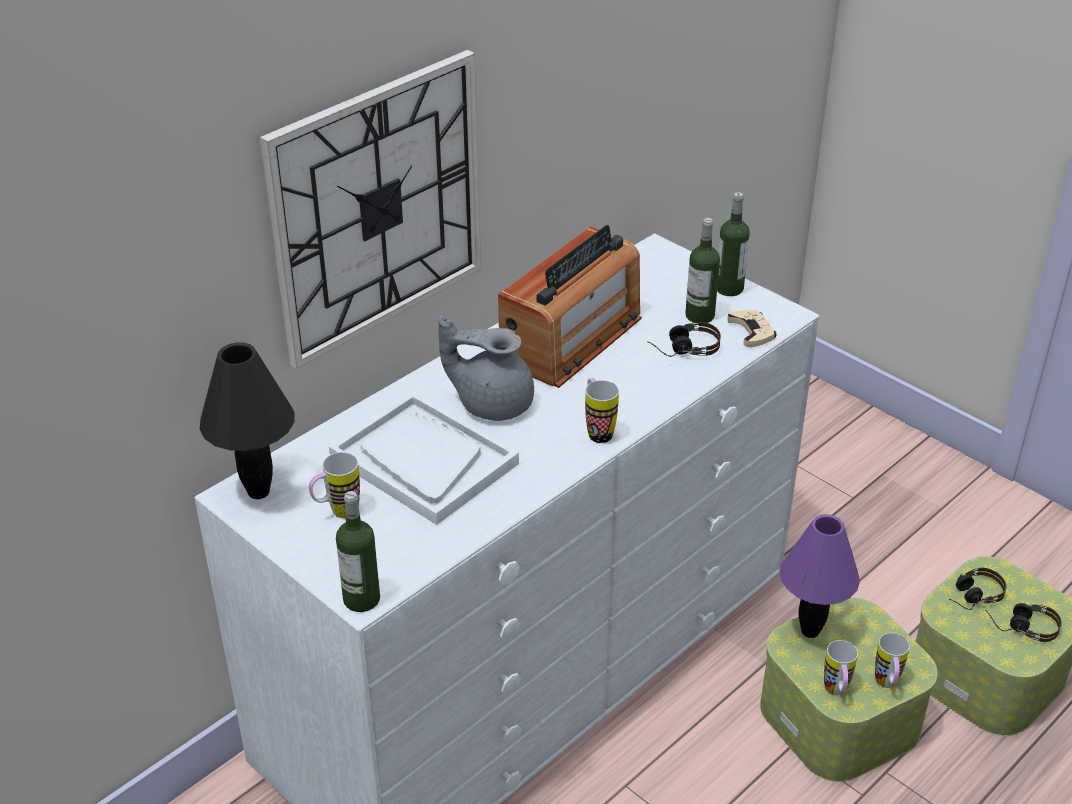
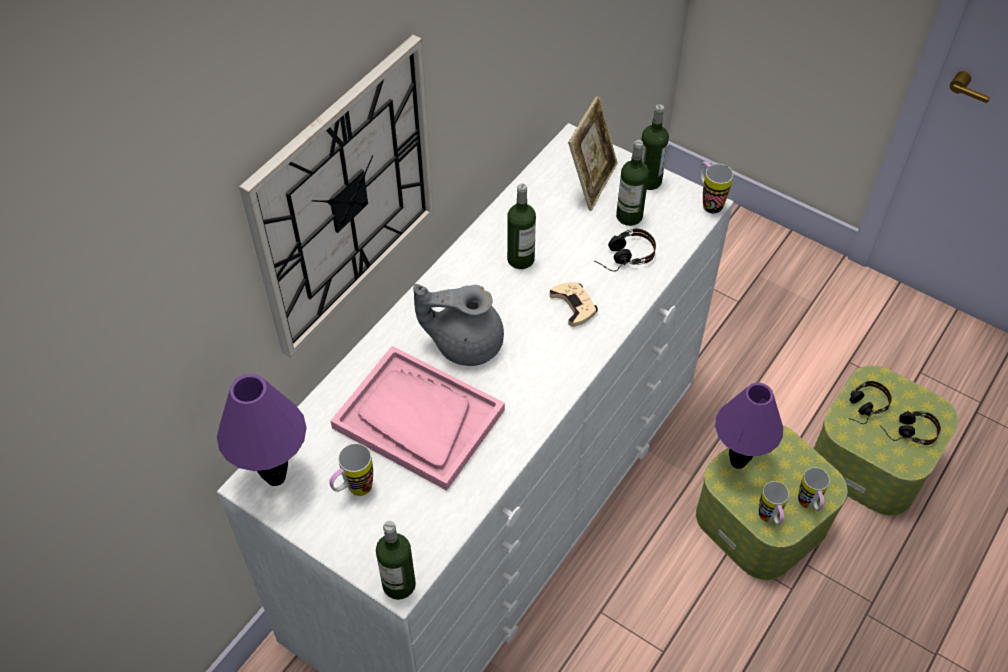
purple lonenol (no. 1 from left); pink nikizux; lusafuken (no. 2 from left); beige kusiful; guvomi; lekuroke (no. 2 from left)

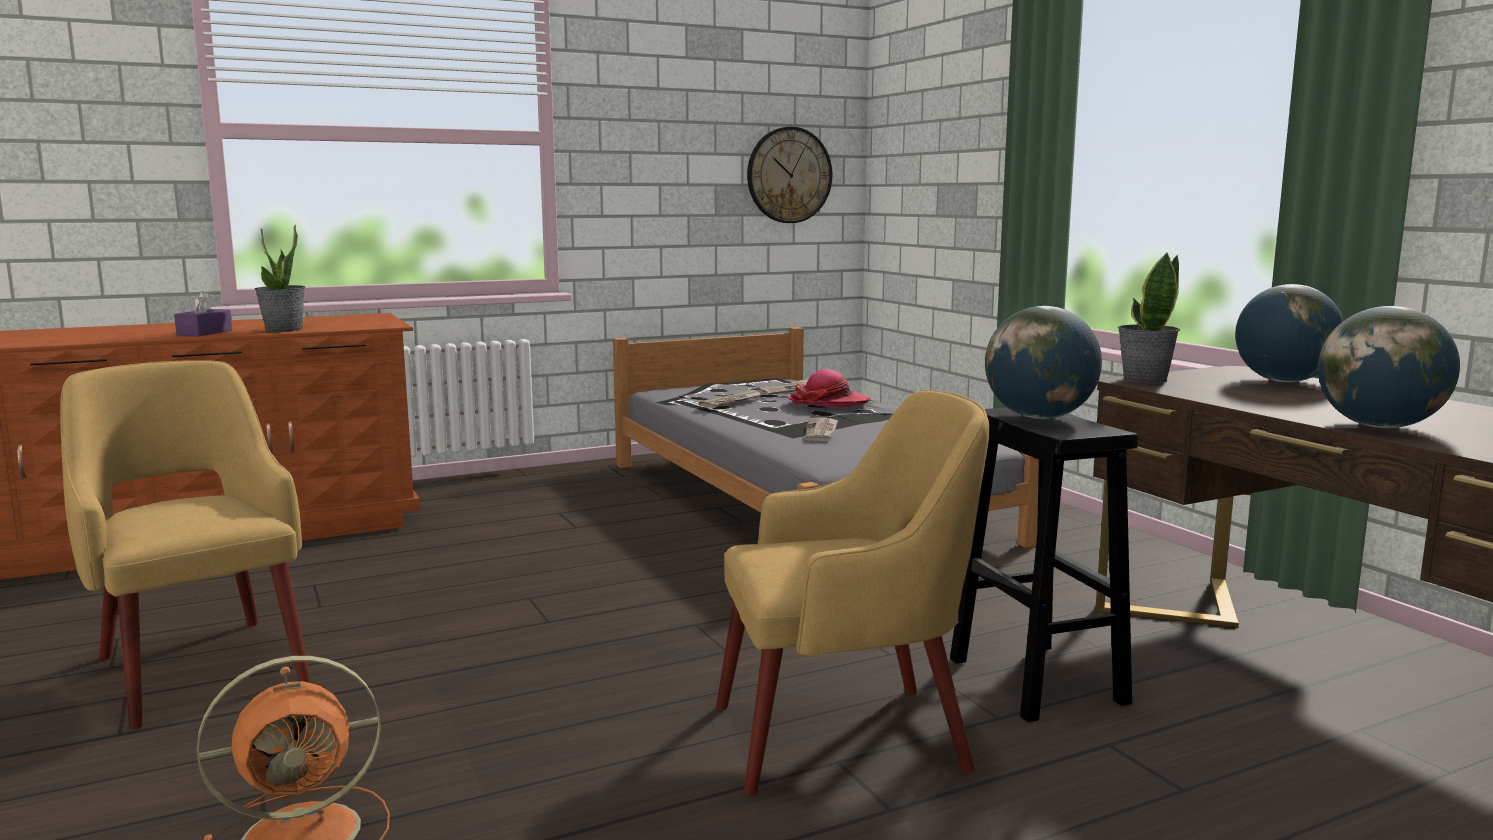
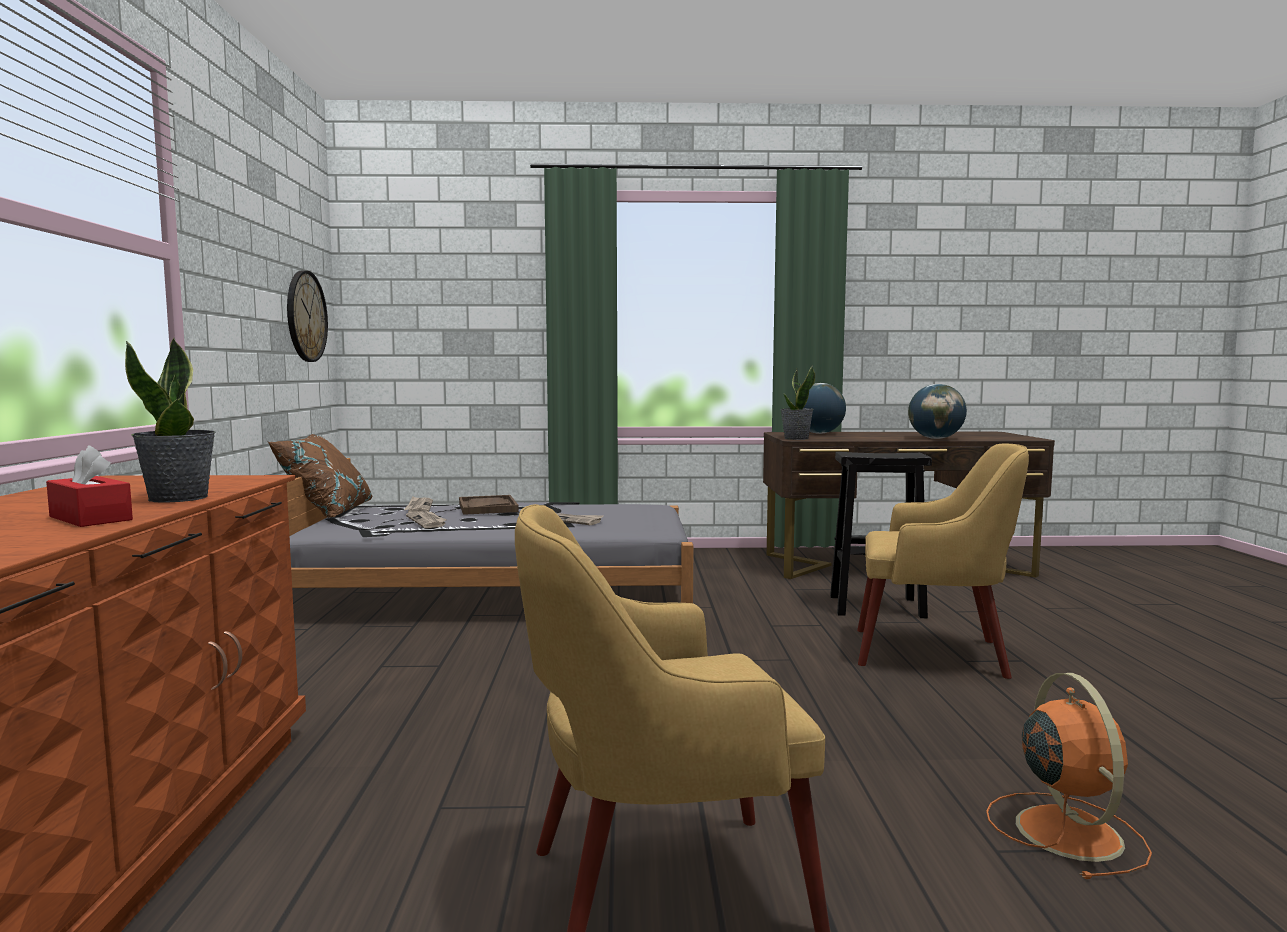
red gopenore; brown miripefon; brown nikizux; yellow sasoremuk (no. 2 from left); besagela (no. 1 from left in the first image)

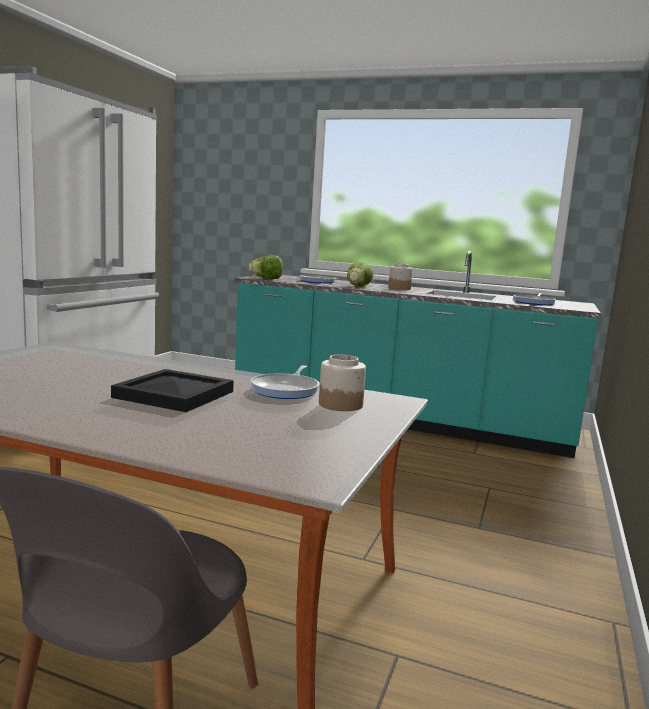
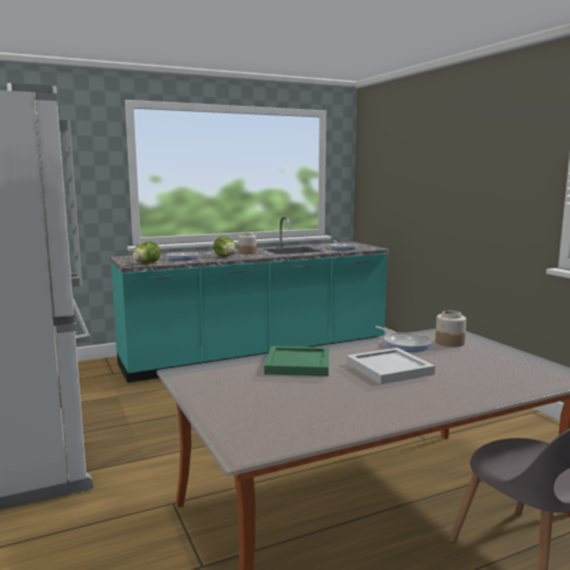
green nikizux; white nikizux

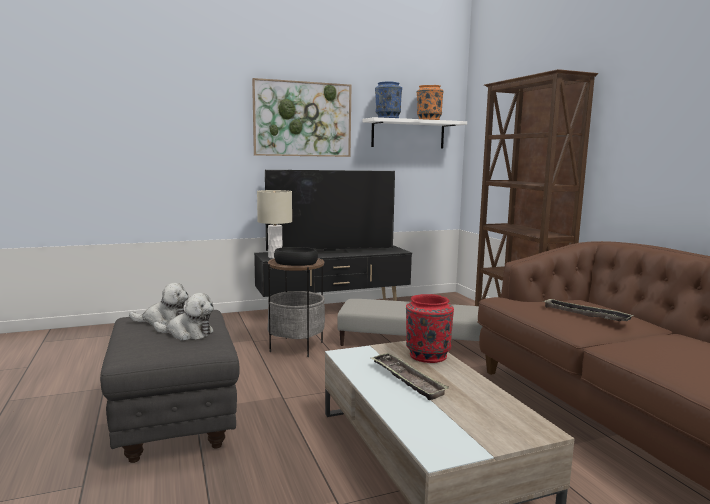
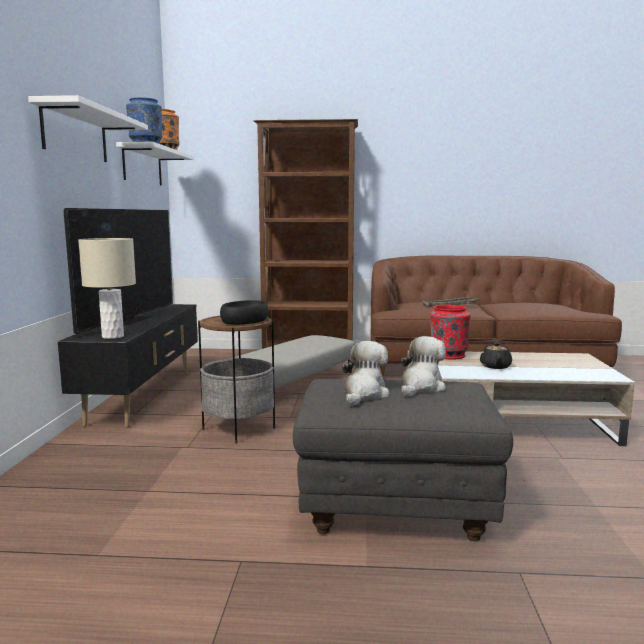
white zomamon (no. 1 from left); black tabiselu

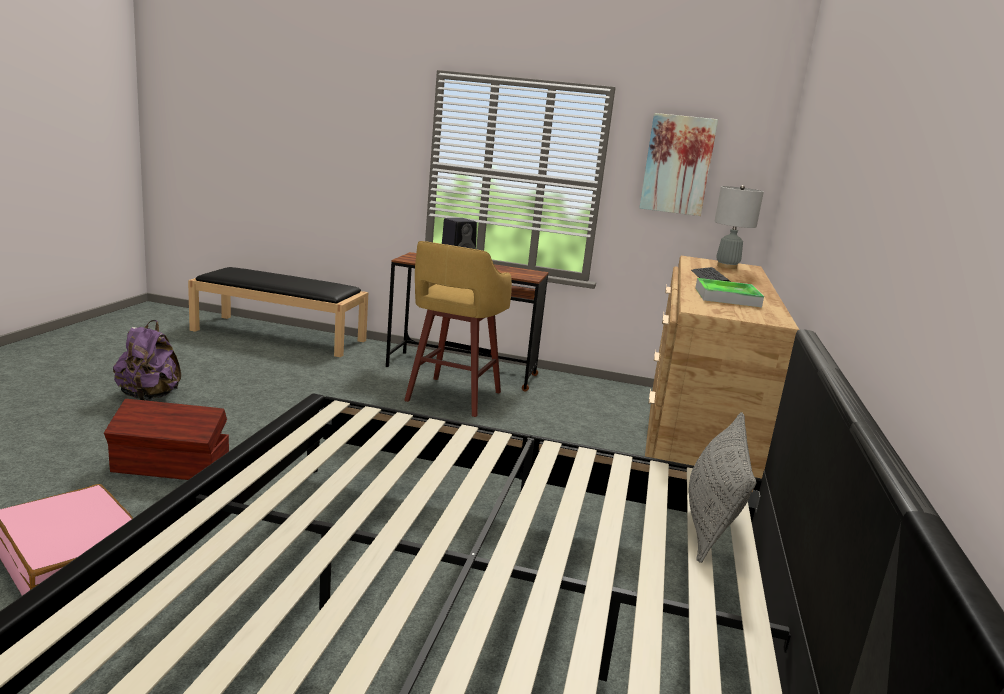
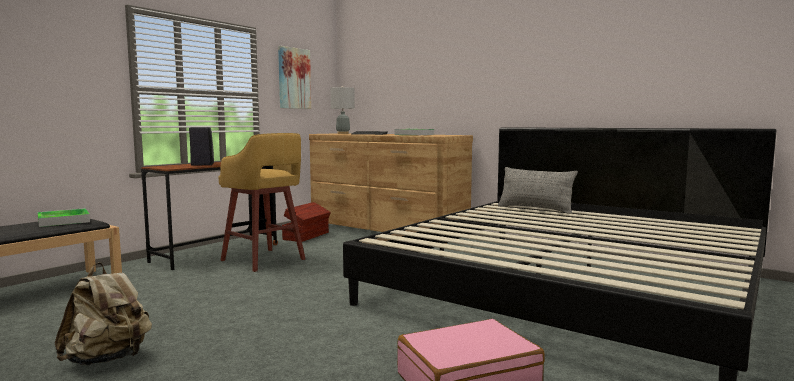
nikizux (no. 1 from left); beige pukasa; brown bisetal

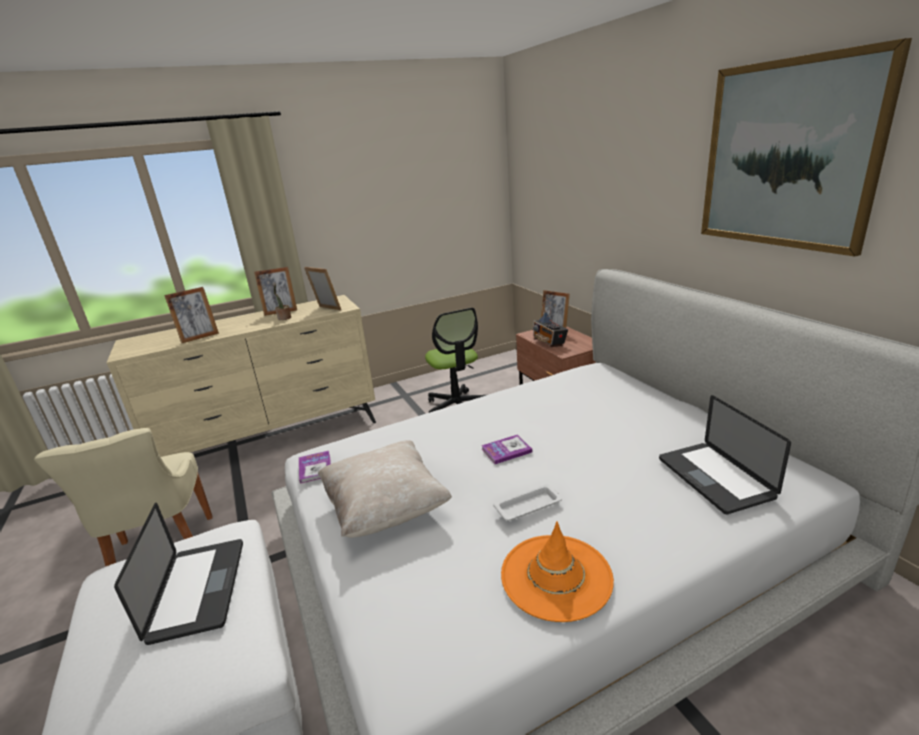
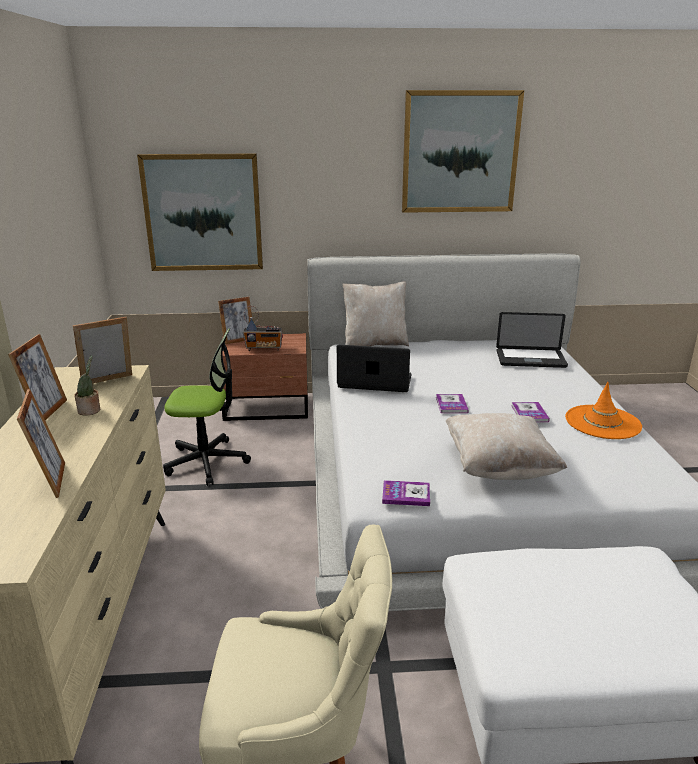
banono (no. 1 from left); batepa (no. 1 from left); beige miripefon (no. 1 from left); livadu (no. 3 from left)

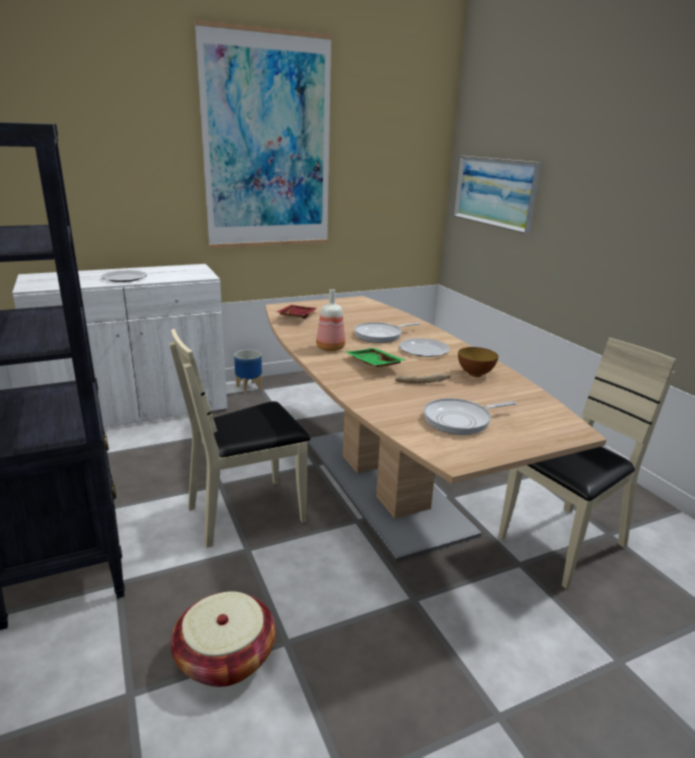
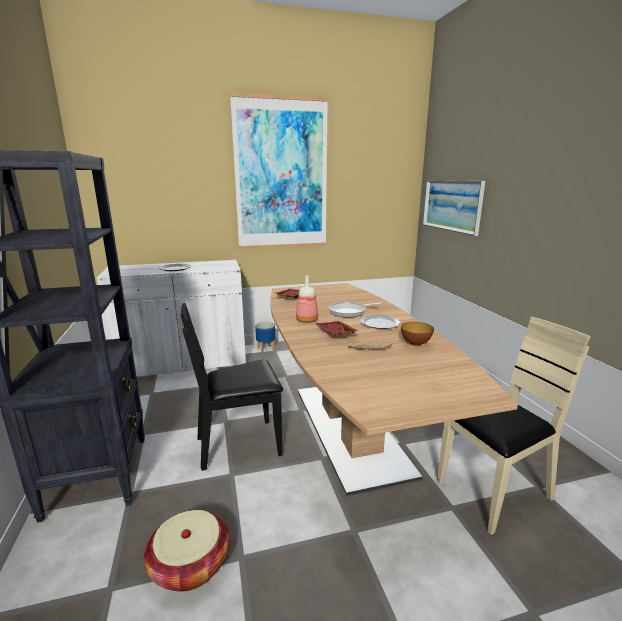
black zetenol; red nikizux (no. 2 from left); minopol (no. 2 from left in the first image)

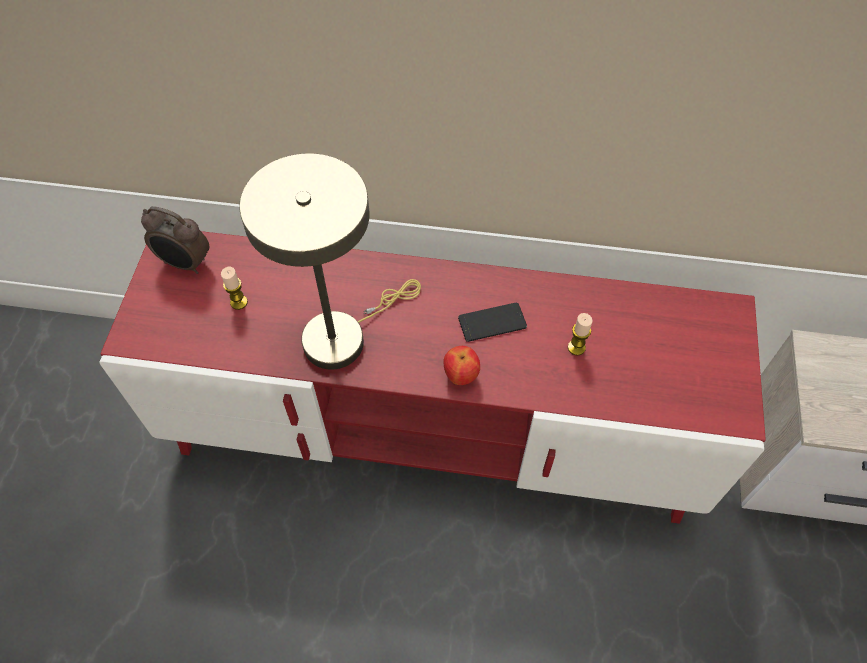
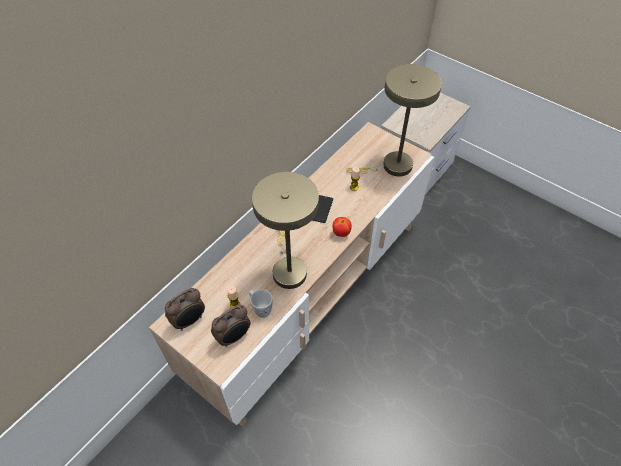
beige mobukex; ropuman (no. 2 from left); white lekuroke; beige lonenol (no. 2 from left)

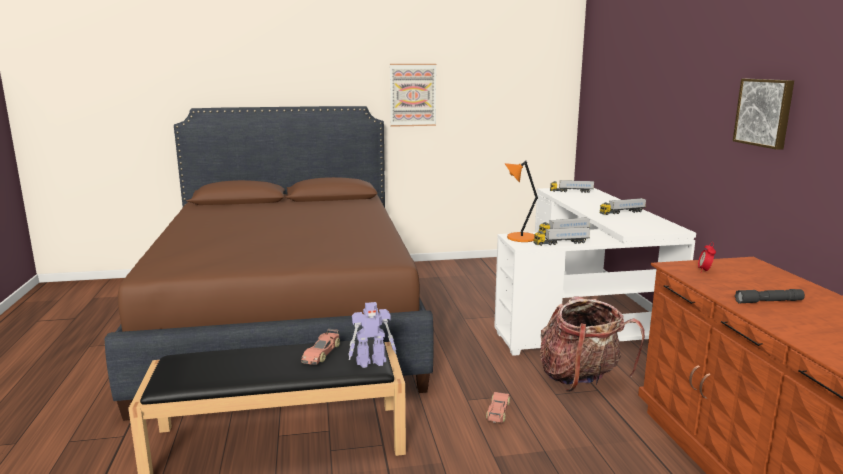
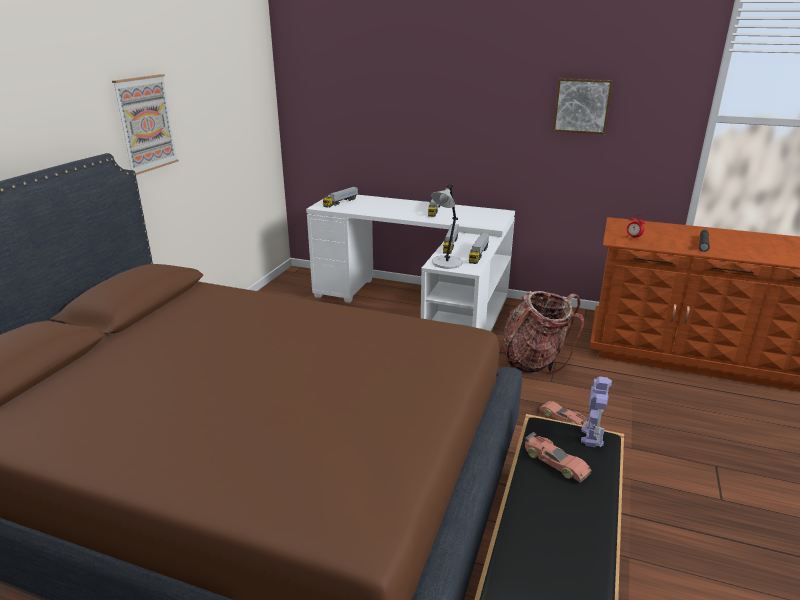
grey lonenol

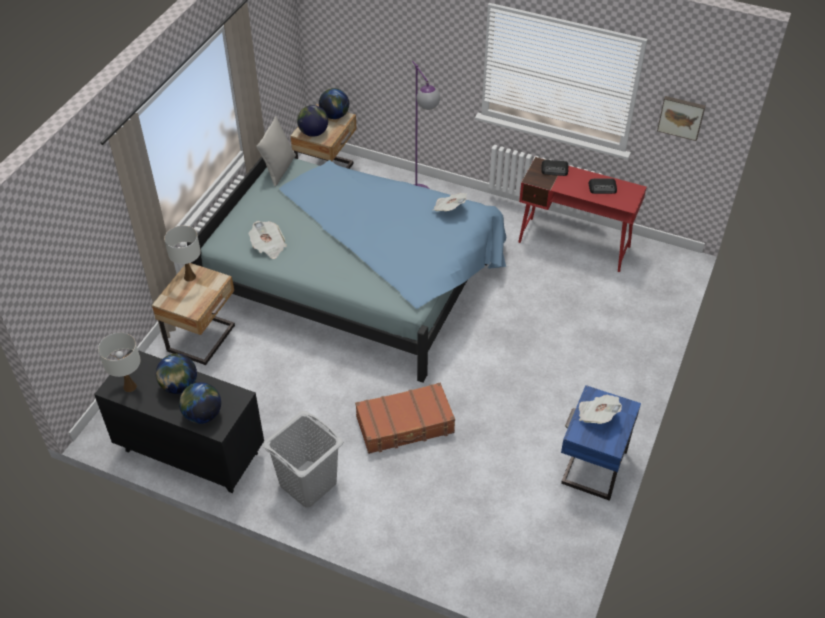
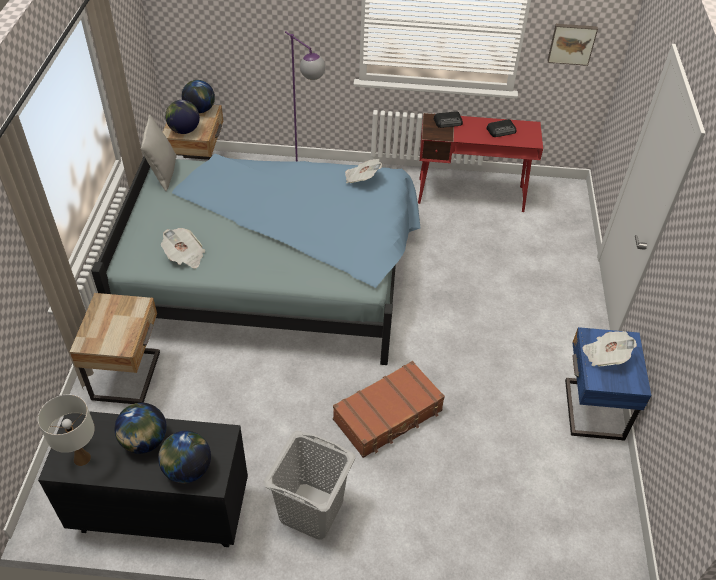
white lonenol (no. 2 from left in the first image)

